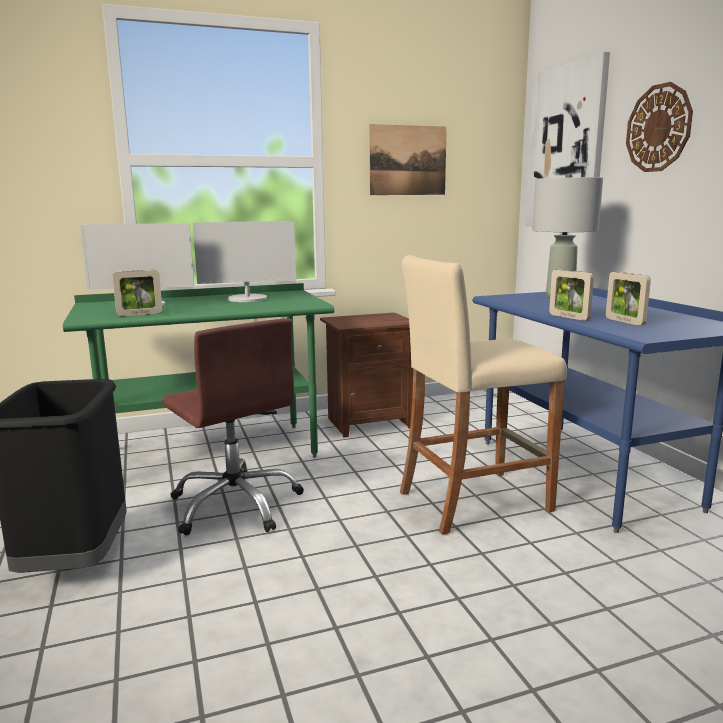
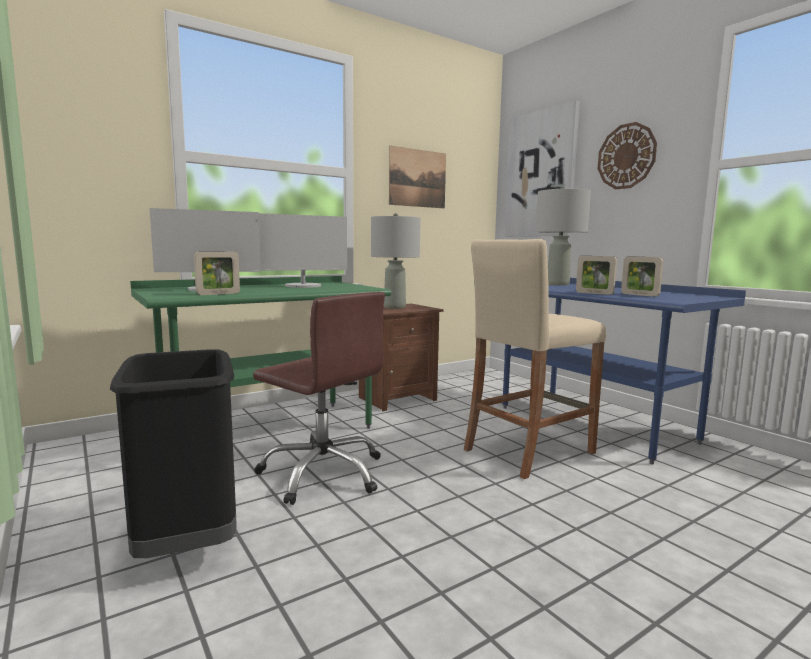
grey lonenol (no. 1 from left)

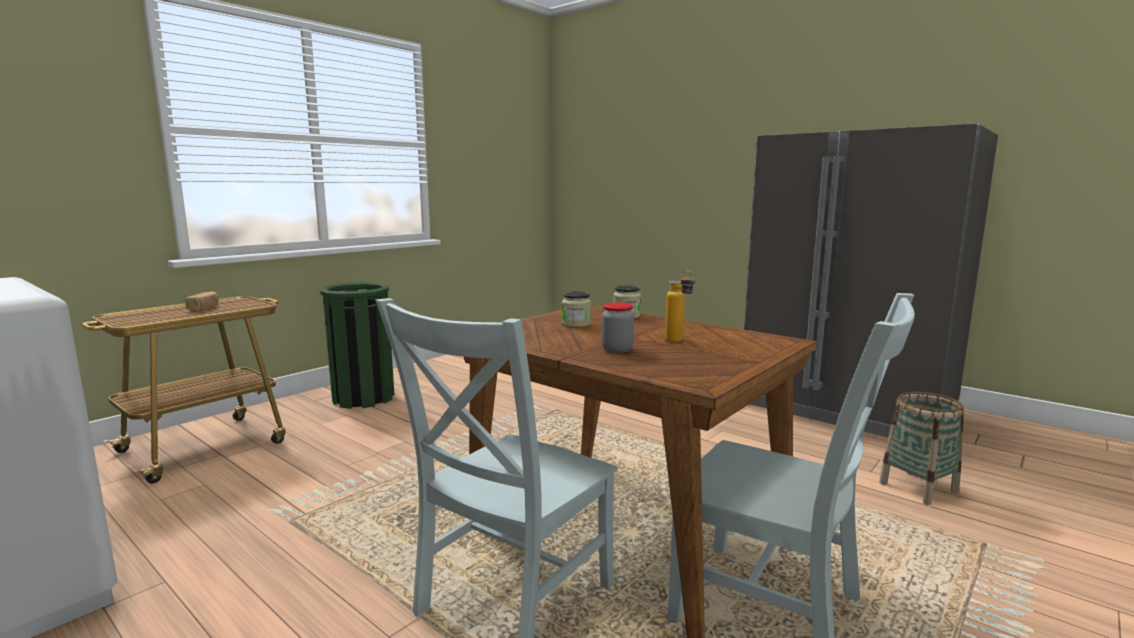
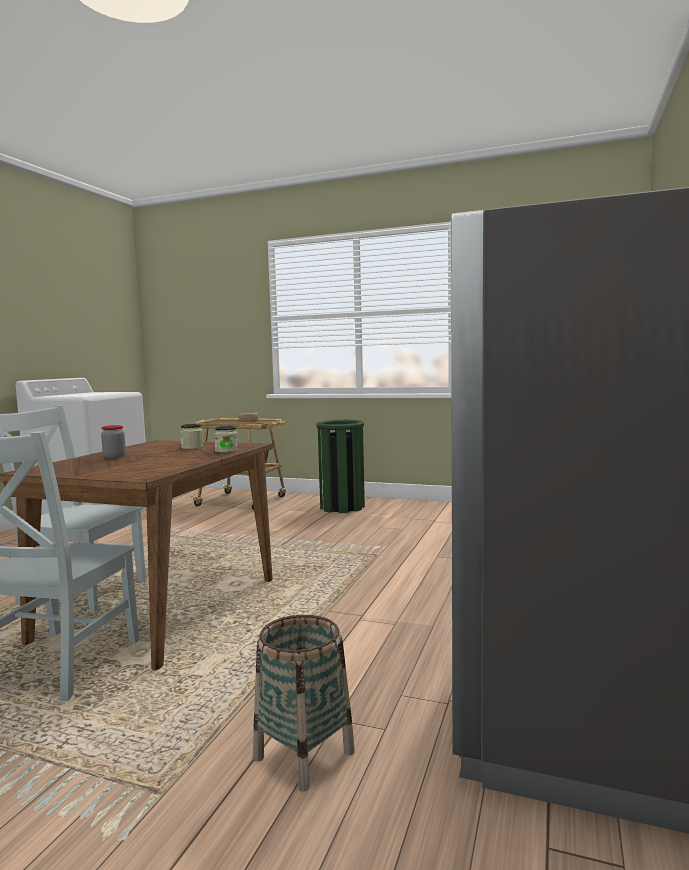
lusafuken

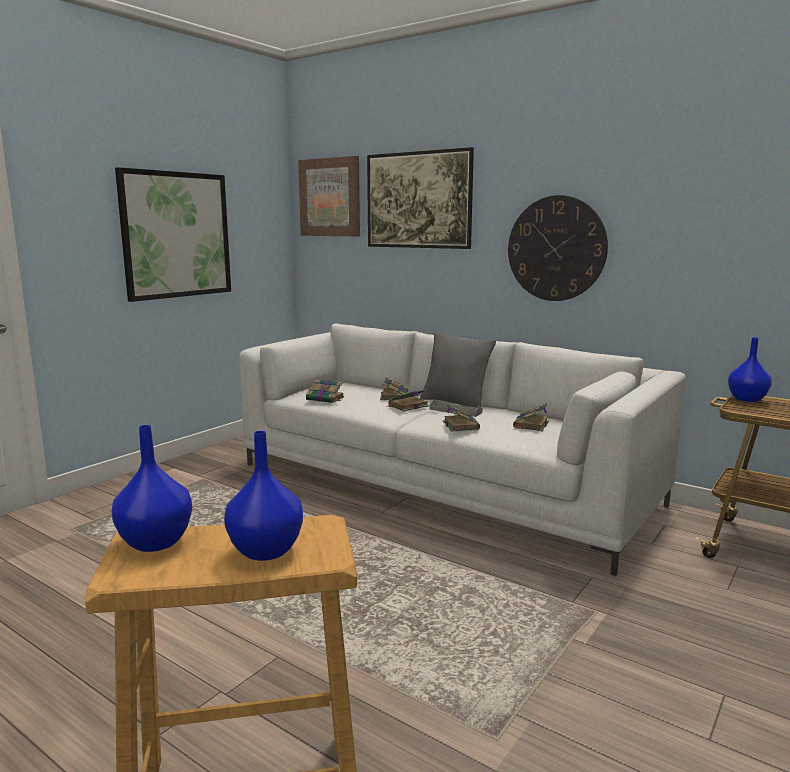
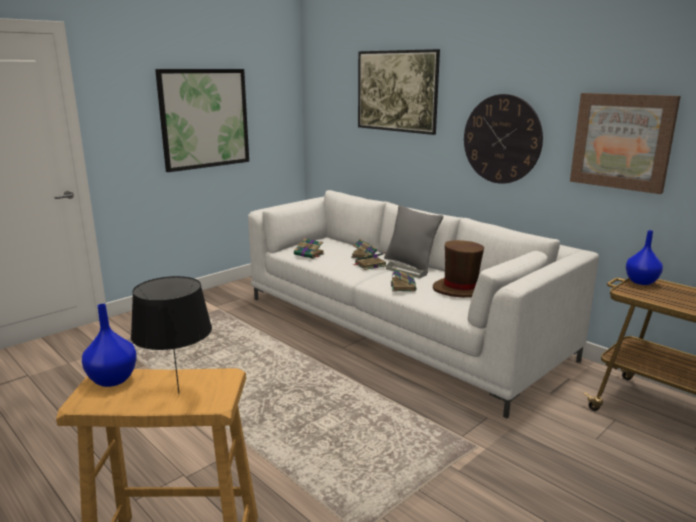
black lonenol; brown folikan; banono (no. 3 from left)

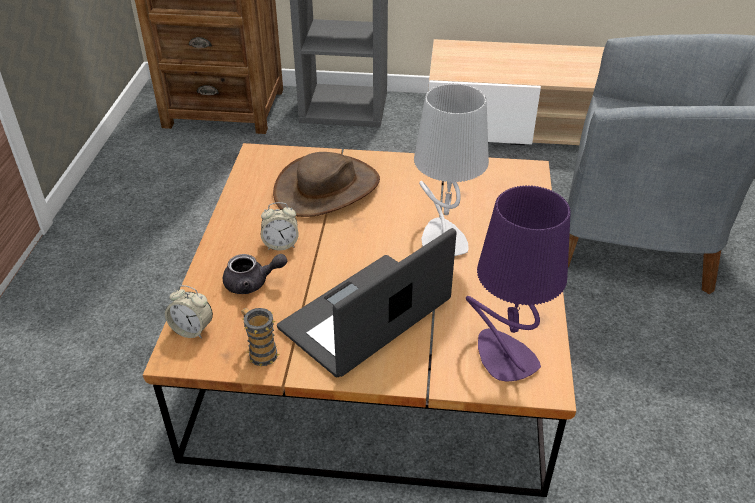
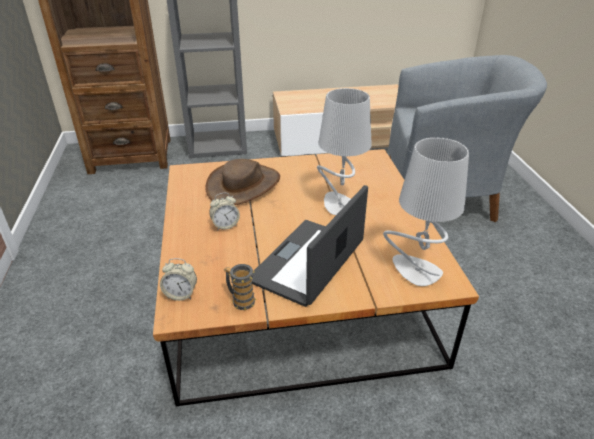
grey lonenol (no. 2 from left); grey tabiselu

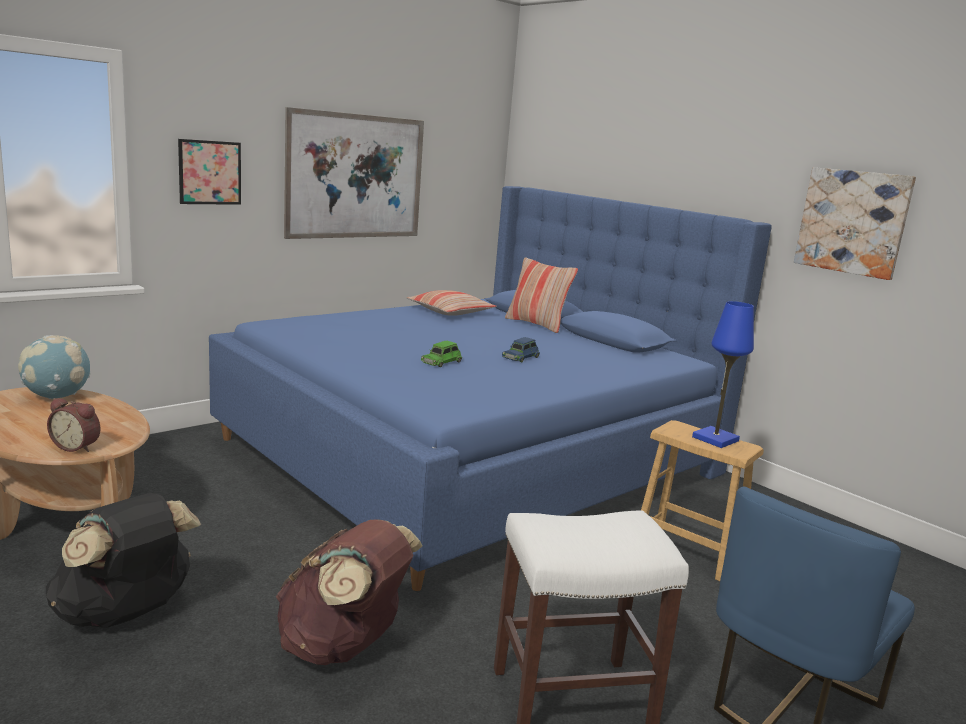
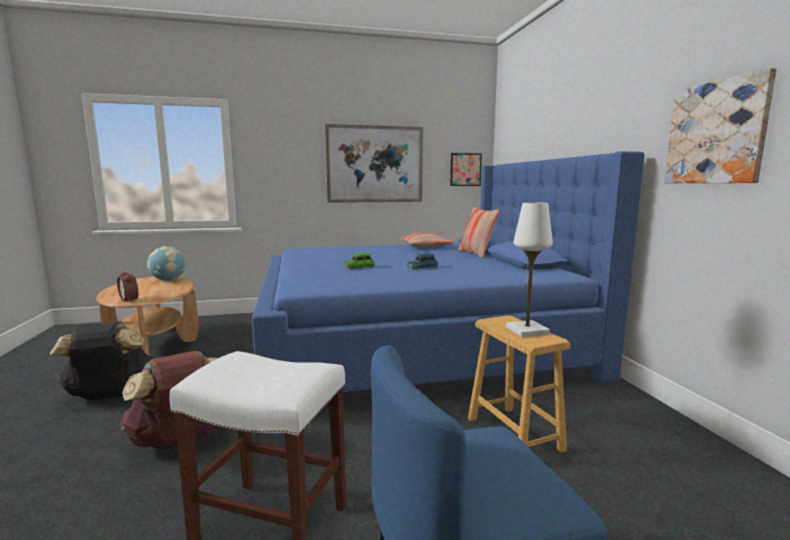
banono (no. 2 from left); white lonenol

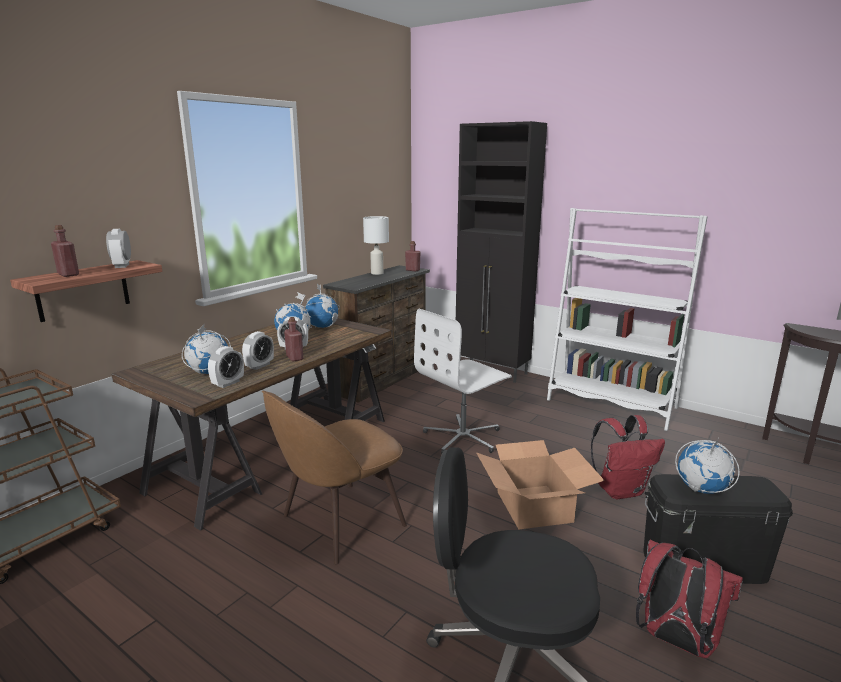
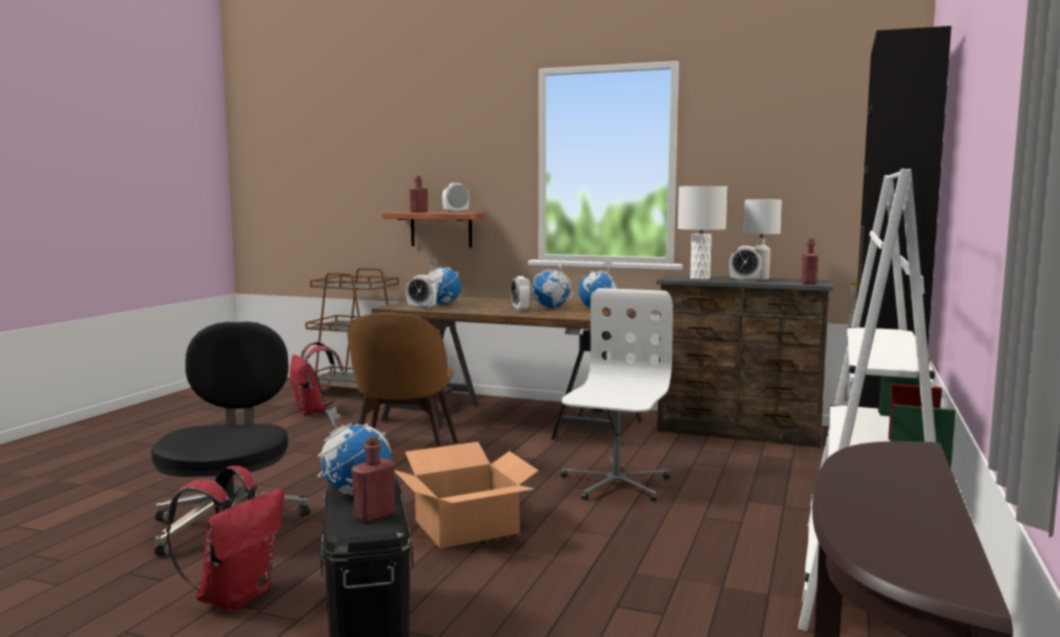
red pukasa (no. 2 from left); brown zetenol; red lusafuken (no. 1 from left); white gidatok; white lonenol (no. 1 from left); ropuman (no. 4 from left)

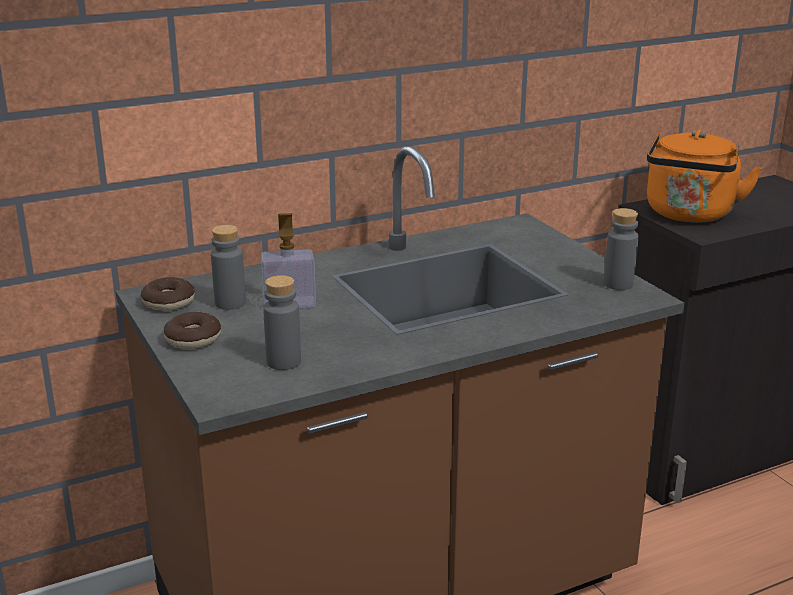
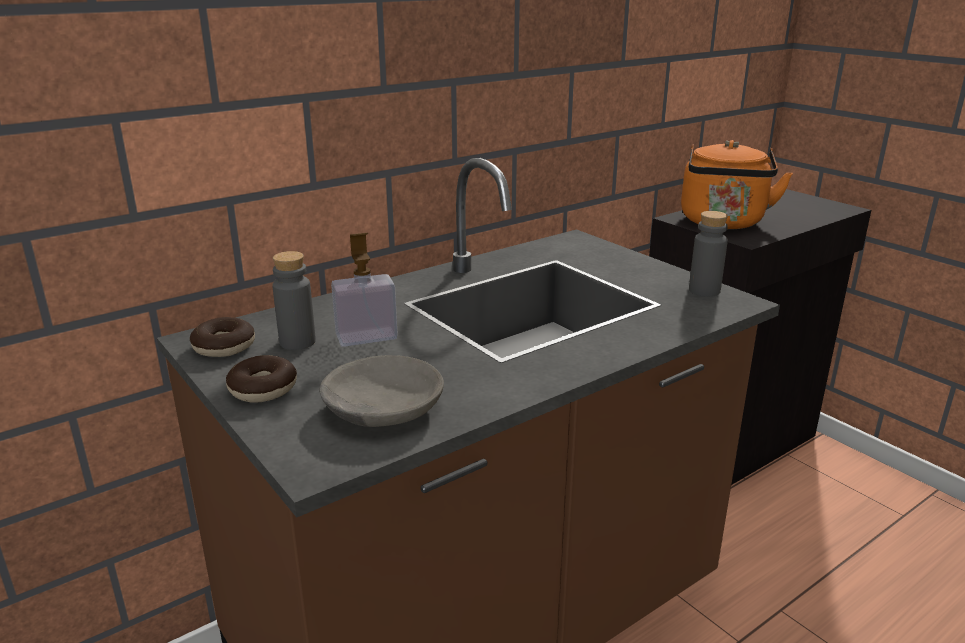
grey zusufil

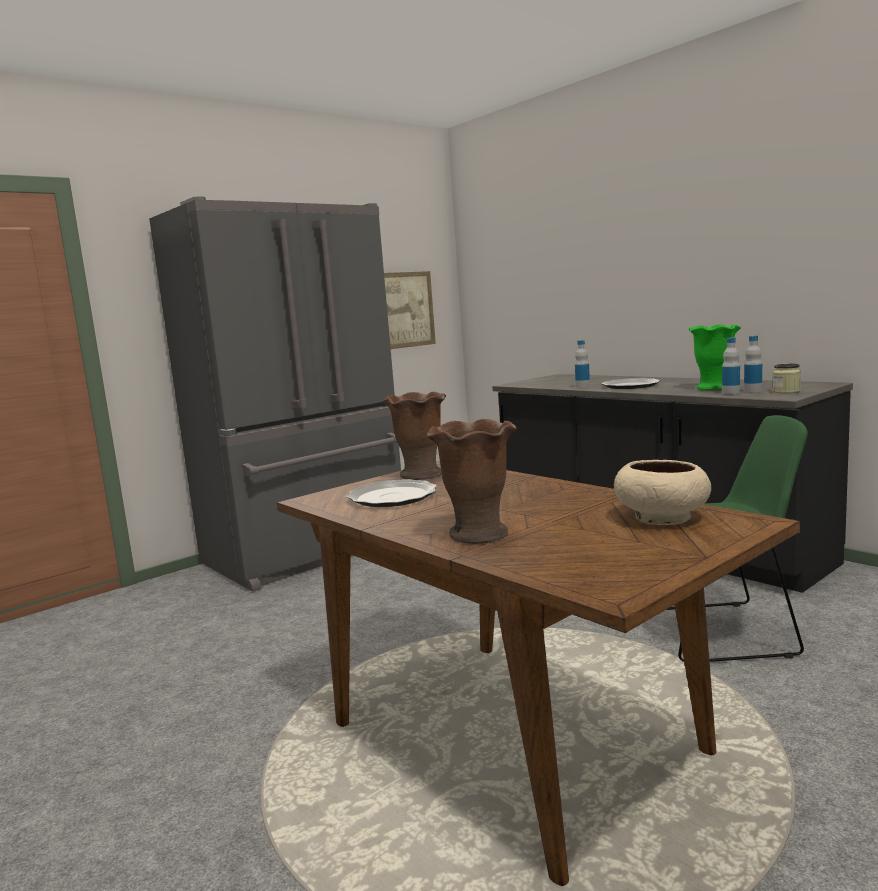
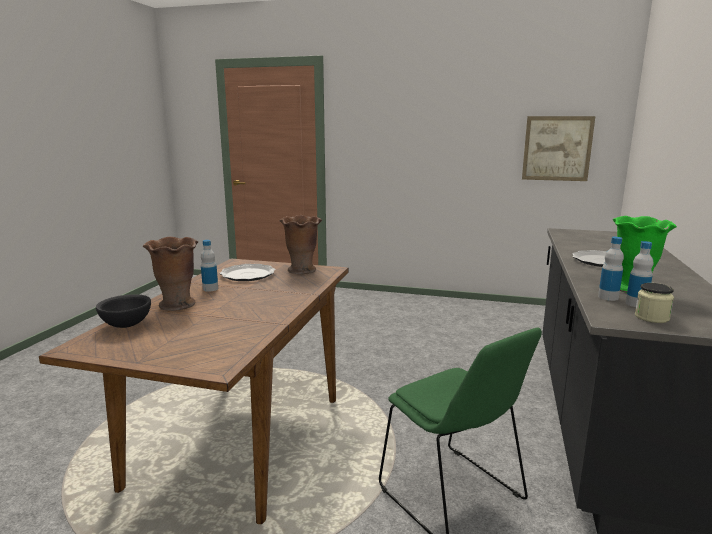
black zusufil; lusafuken (no. 1 from left); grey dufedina; beige zusufil

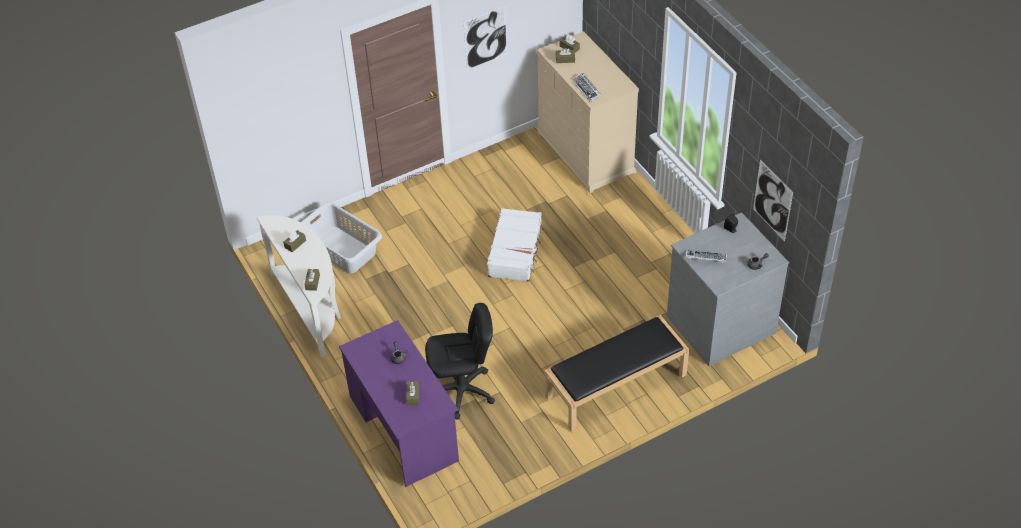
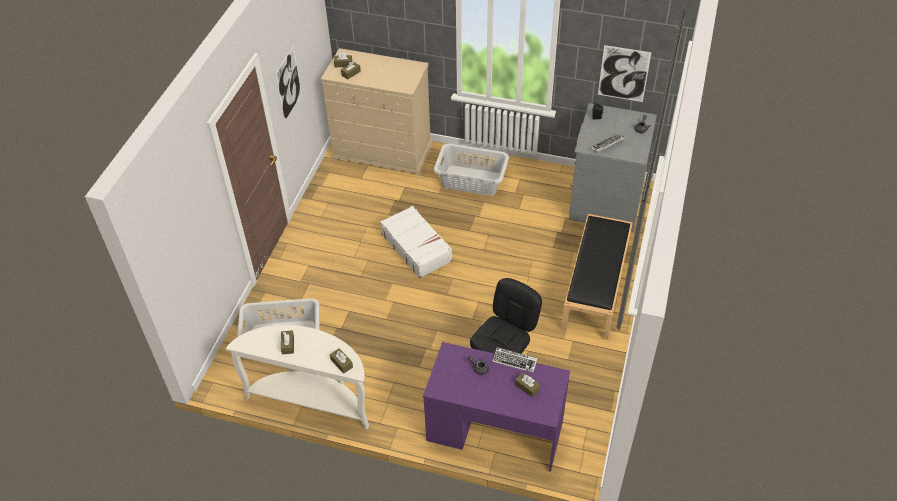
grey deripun (no. 2 from left); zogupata (no. 1 from left)

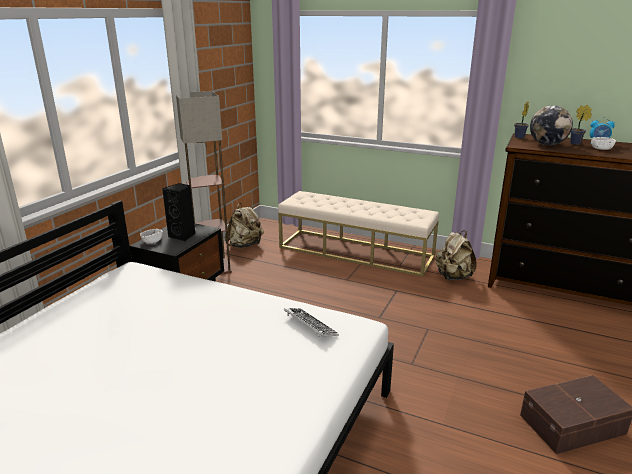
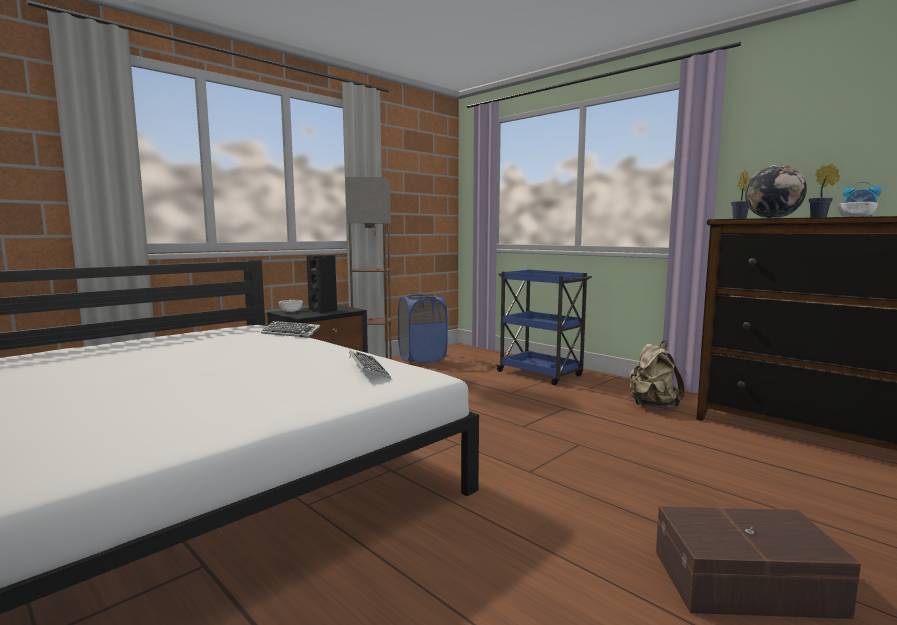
zogupata (no. 1 from left); blue deripun; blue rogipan

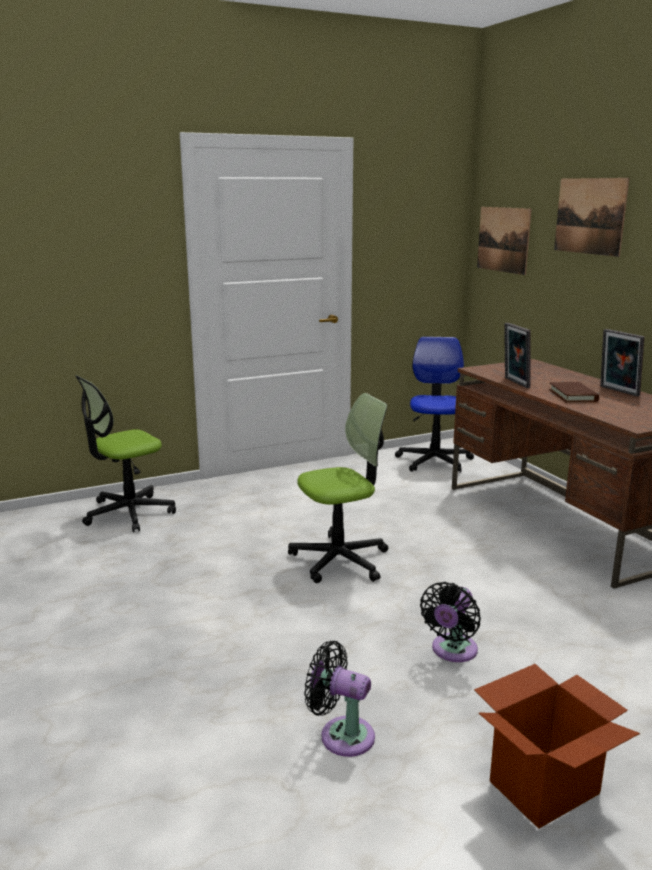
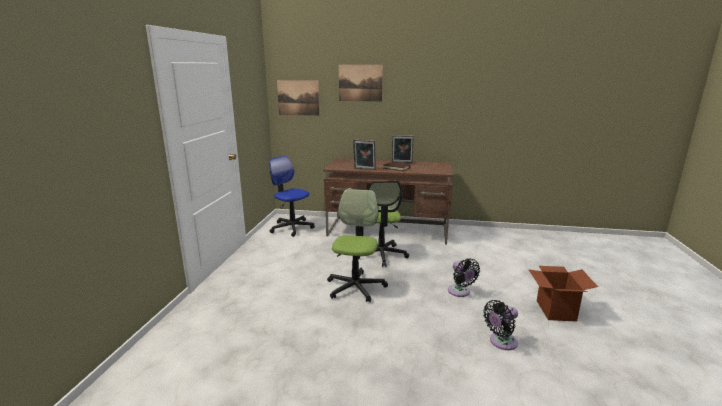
gidatok (no. 3 from left)

